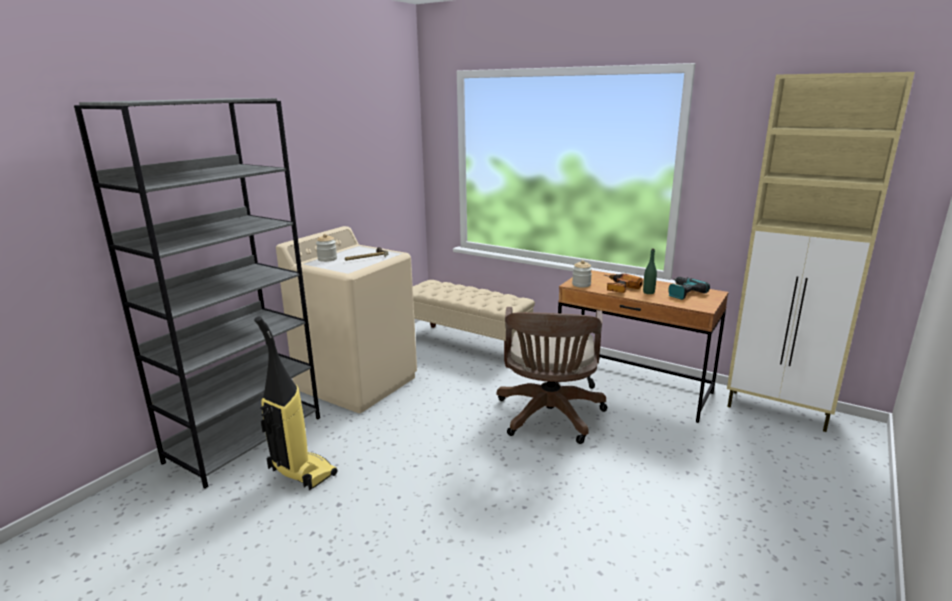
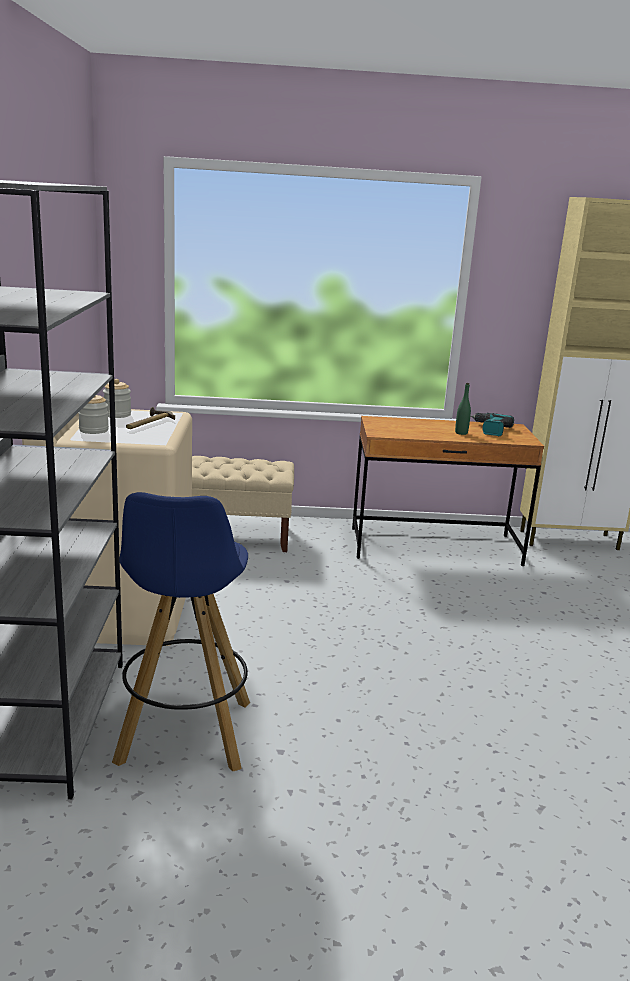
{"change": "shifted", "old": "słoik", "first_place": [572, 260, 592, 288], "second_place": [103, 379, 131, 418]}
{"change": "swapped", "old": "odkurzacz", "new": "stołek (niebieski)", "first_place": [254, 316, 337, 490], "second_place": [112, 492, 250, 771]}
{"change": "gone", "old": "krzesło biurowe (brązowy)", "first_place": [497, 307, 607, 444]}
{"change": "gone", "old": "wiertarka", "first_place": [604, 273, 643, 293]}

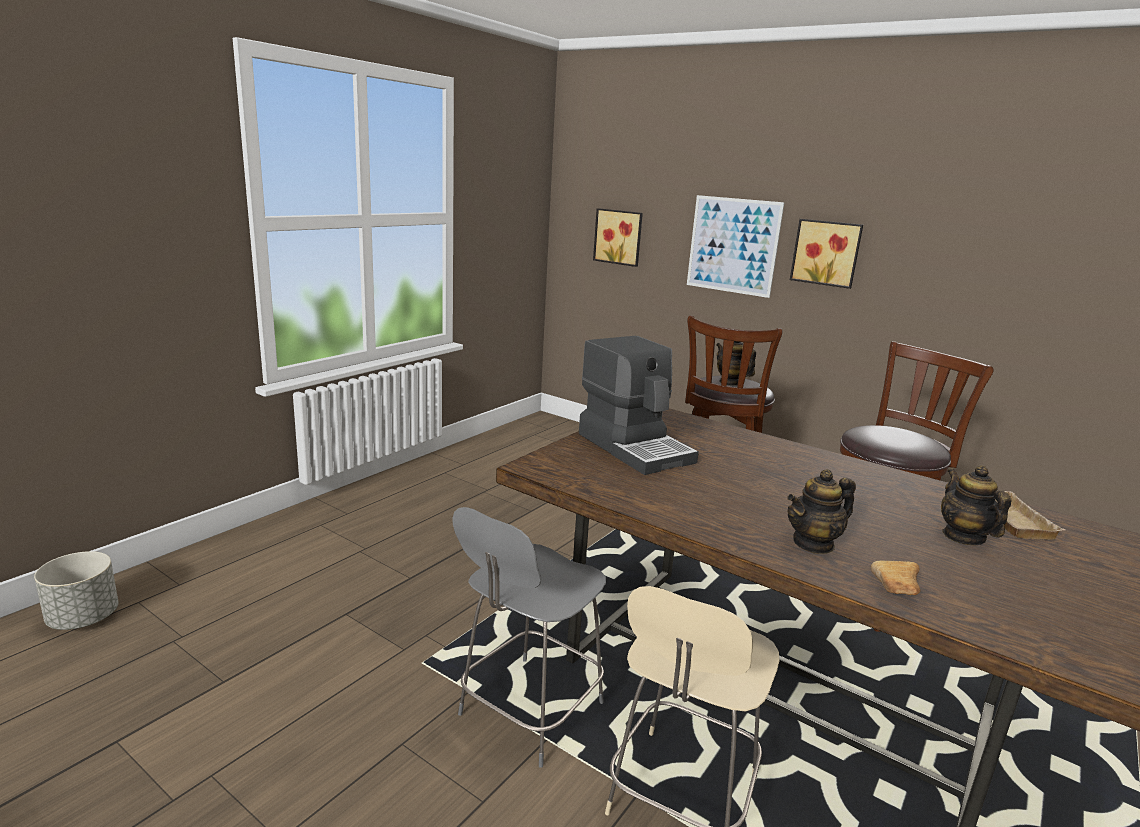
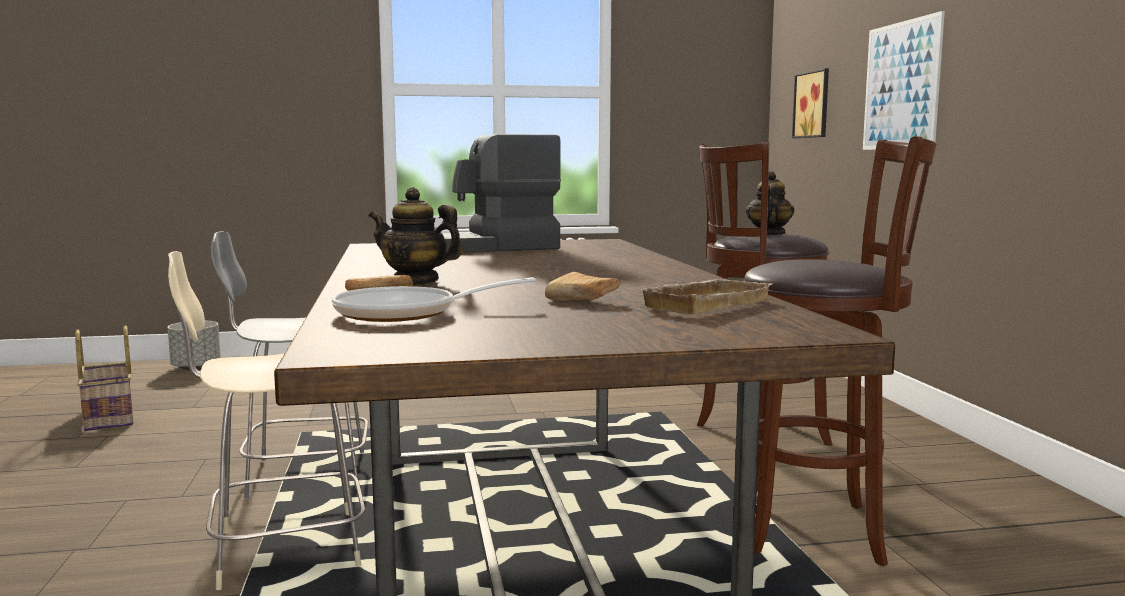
{"change": "new", "new": "koszyk", "second_place": [75, 326, 133, 431]}
{"change": "new", "new": "patelnia", "second_place": [332, 277, 536, 322]}
{"change": "rotated", "old": "ekspres do kawy", "first_place": [579, 336, 699, 475], "second_place": [441, 134, 561, 253], "degrees": 60}
{"change": "swapped", "old": "imbryk", "new": "chleb", "first_place": [941, 465, 1011, 545], "second_place": [545, 272, 620, 301]}
{"change": "gone", "old": "obraz", "first_place": [790, 219, 863, 289]}

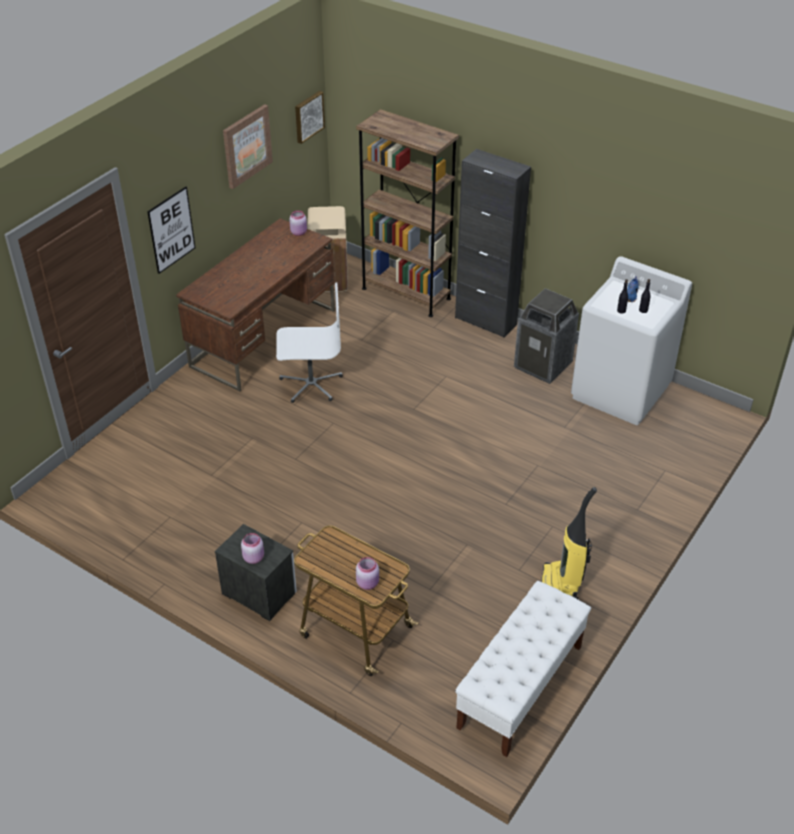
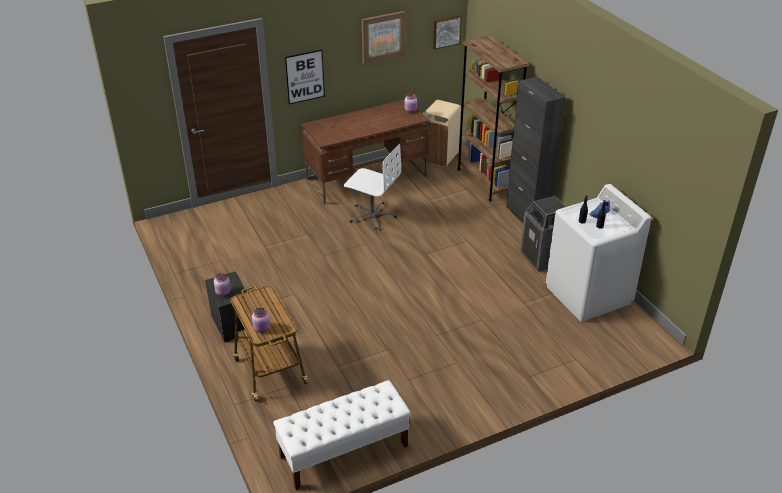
{"change": "gone", "old": "odkurzacz", "first_place": [541, 487, 597, 599]}

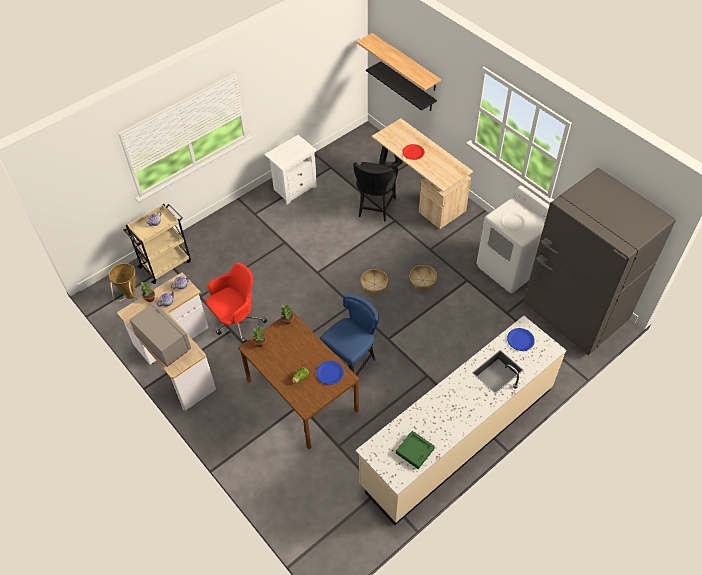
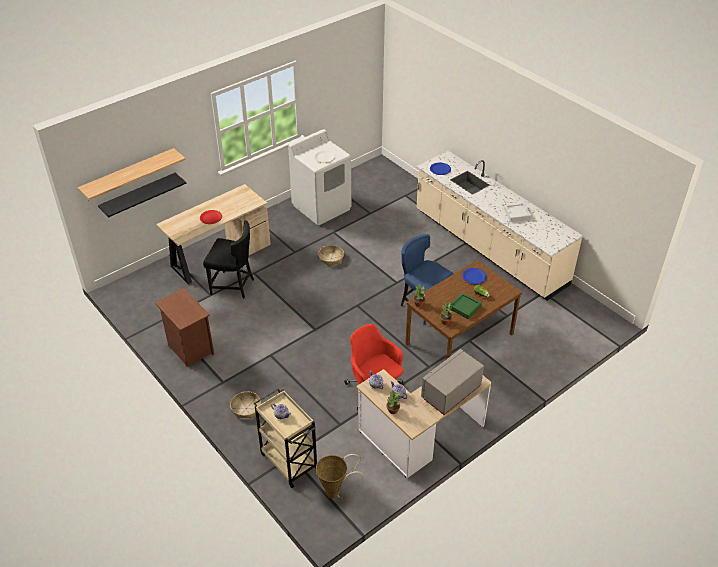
{"change": "repainted", "old": "szafka nocna (biały)", "new": "szafka nocna (brązowy)", "first_place": [264, 135, 317, 204], "second_place": [155, 288, 214, 367]}
{"change": "shifted", "old": "koszyk", "first_place": [361, 269, 388, 295], "second_place": [230, 392, 261, 418]}
{"change": "shifted", "old": "taca (zielony)", "first_place": [396, 431, 435, 469], "second_place": [450, 293, 482, 319]}
{"change": "new", "new": "taca (szary)", "second_place": [504, 203, 532, 222]}
{"change": "gone", "old": "lodówka (szary)", "first_place": [523, 168, 676, 355]}

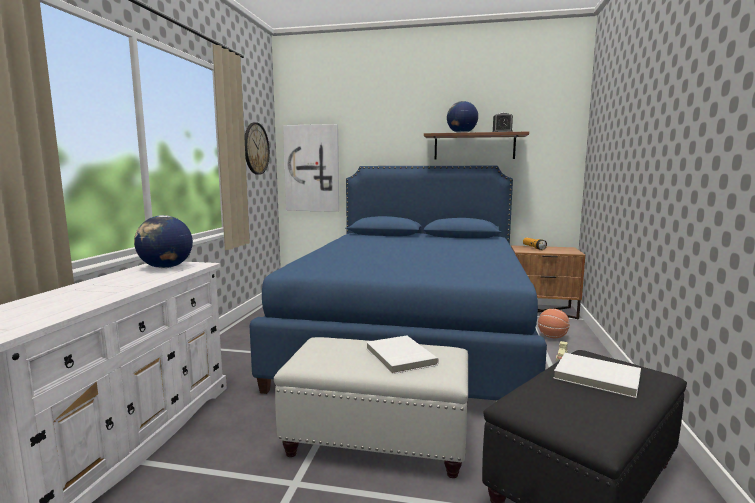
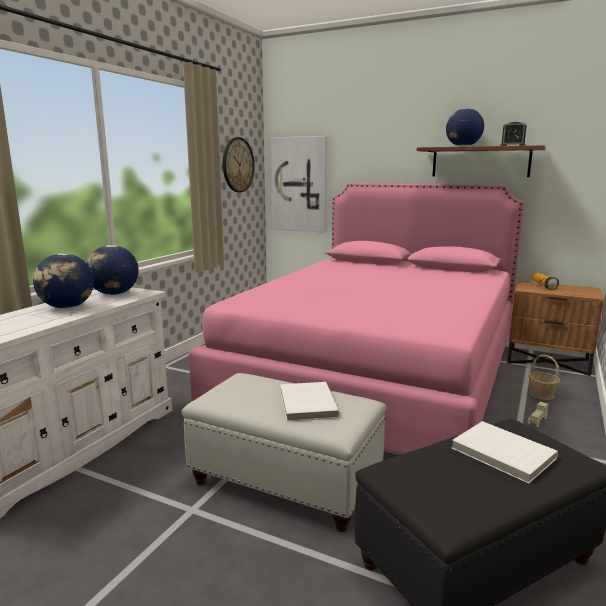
{"change": "new", "new": "globus", "second_place": [33, 253, 94, 308]}
{"change": "repainted", "old": "łóżko (niebieski)", "new": "łóżko (różowy)", "first_place": [250, 166, 547, 401], "second_place": [189, 183, 524, 455]}
{"change": "swapped", "old": "piłka do koszykówki", "new": "koszyk", "first_place": [538, 309, 570, 338], "second_place": [528, 355, 560, 400]}

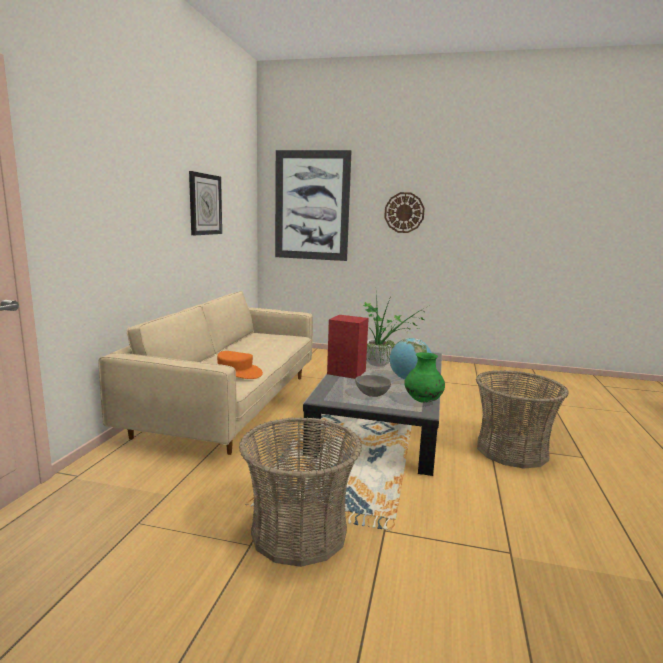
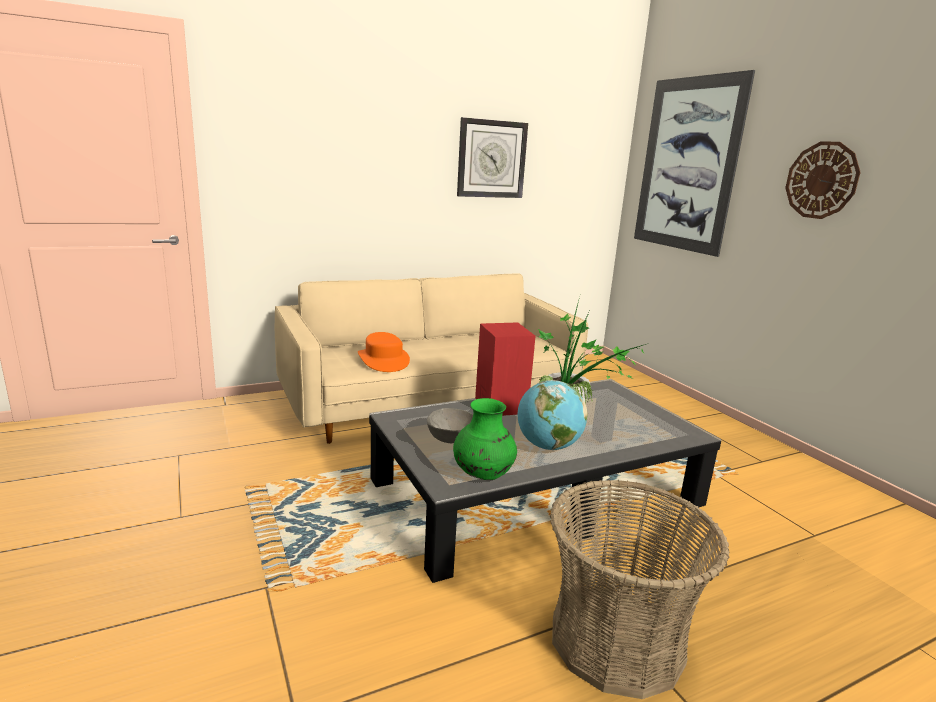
{"change": "gone", "old": "koszyk", "first_place": [239, 417, 362, 567]}

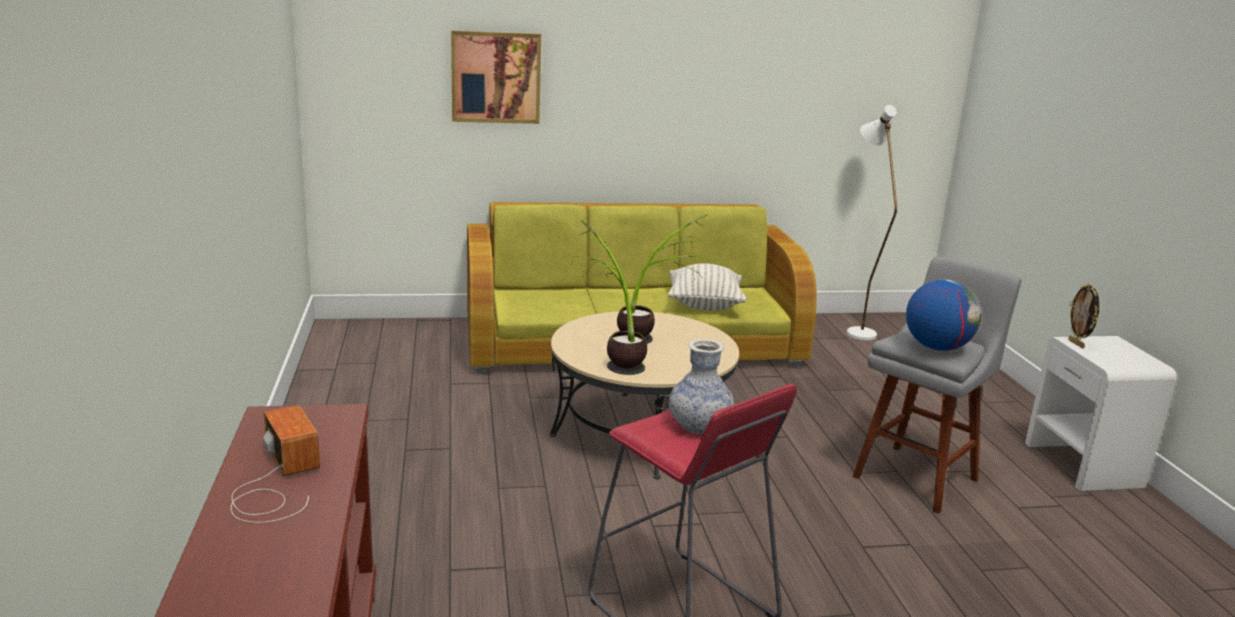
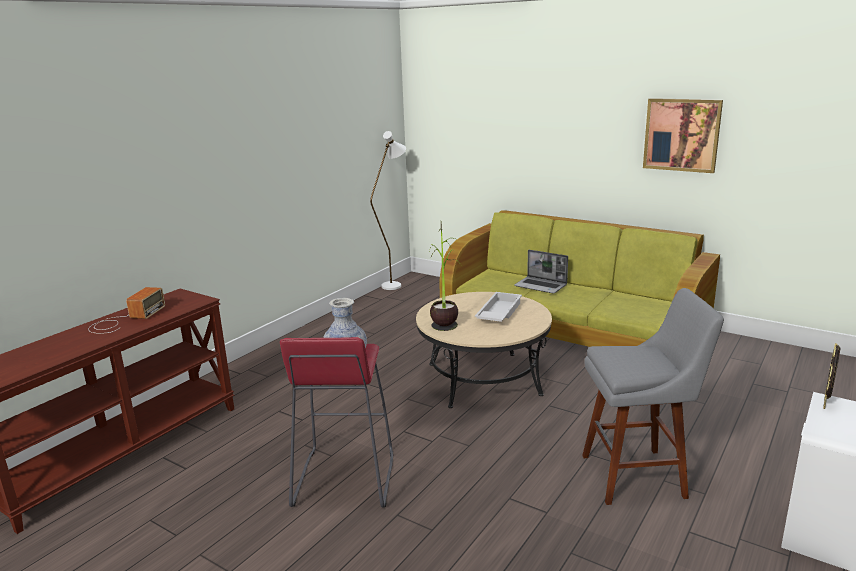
{"change": "shifted", "old": "lampa stojąca (biały)", "first_place": [847, 105, 897, 341], "second_place": [370, 131, 406, 290]}
{"change": "swapped", "old": "roślina doniczkowa", "new": "taca (biały)", "first_place": [617, 214, 713, 344], "second_place": [475, 292, 522, 322]}
{"change": "new", "new": "laptop", "second_place": [514, 250, 568, 294]}
{"change": "shifted", "old": "obraz", "first_place": [451, 30, 541, 124], "second_place": [643, 98, 723, 173]}
{"change": "gone", "old": "poduszka", "first_place": [668, 263, 747, 311]}
{"change": "gone", "old": "globus", "first_place": [906, 279, 981, 351]}

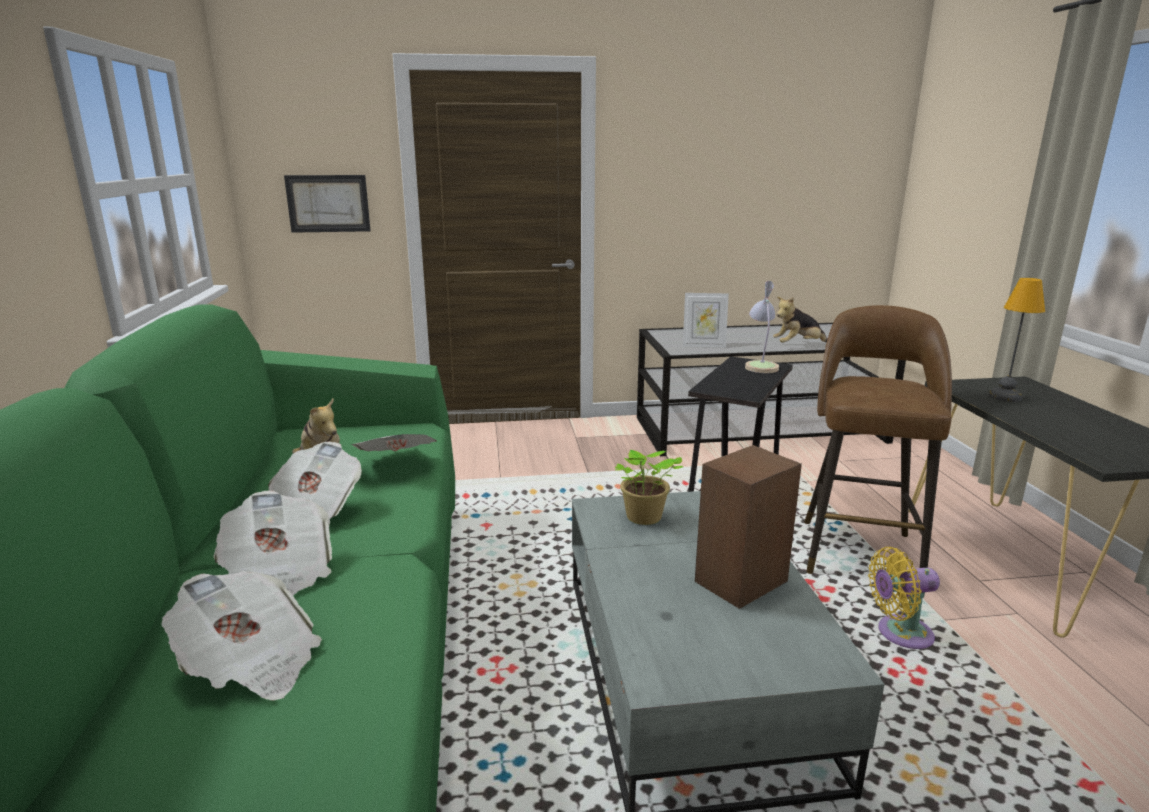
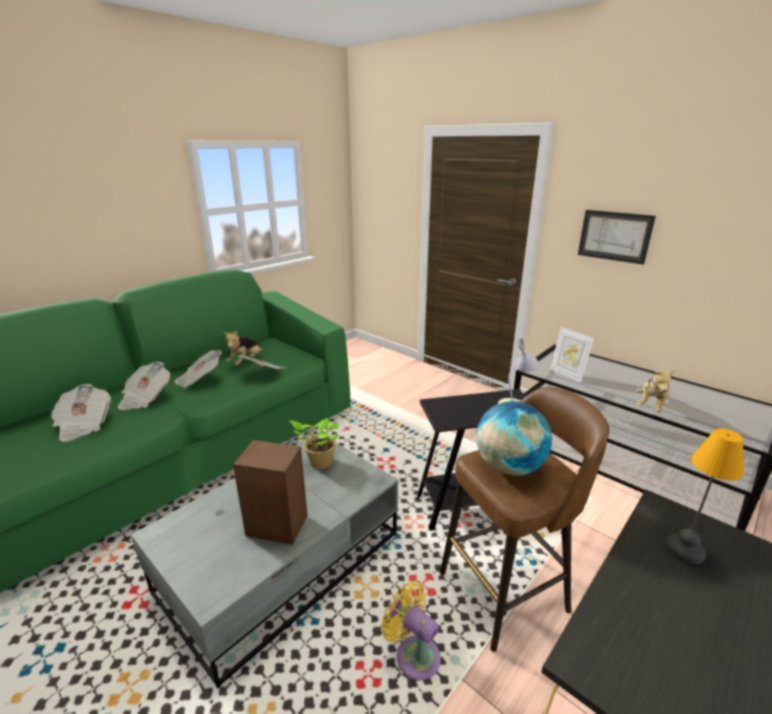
{"change": "new", "new": "globus", "second_place": [476, 401, 552, 476]}
{"change": "shifted", "old": "obraz", "first_place": [284, 175, 371, 233], "second_place": [578, 210, 656, 265]}
{"change": "rotated", "old": "pluszak", "first_place": [773, 297, 827, 343], "second_place": [636, 370, 675, 413], "degrees": -90}

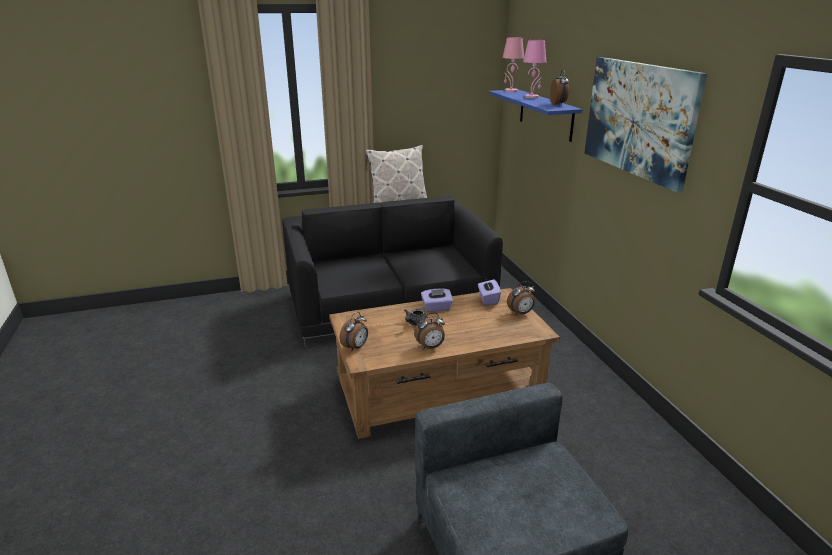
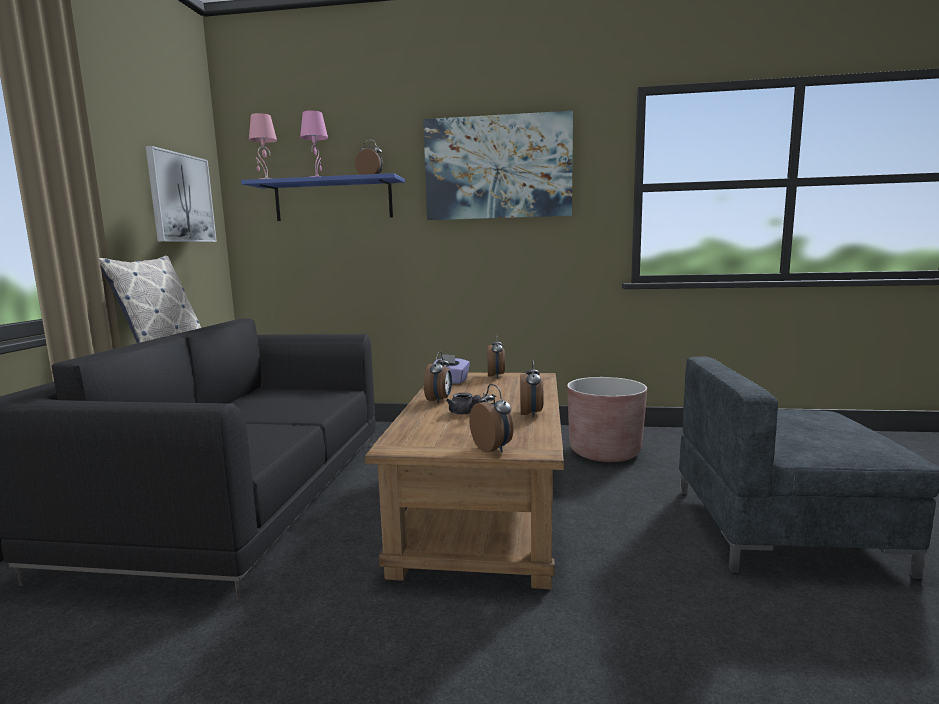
{"change": "new", "new": "obraz", "second_place": [146, 146, 217, 242]}
{"change": "swapped", "old": "pudełko chusteczek (fioletowy)", "new": "budzik", "first_place": [421, 289, 453, 312], "second_place": [424, 351, 452, 403]}
{"change": "new", "new": "donica (brązowy)", "second_place": [567, 377, 647, 462]}

